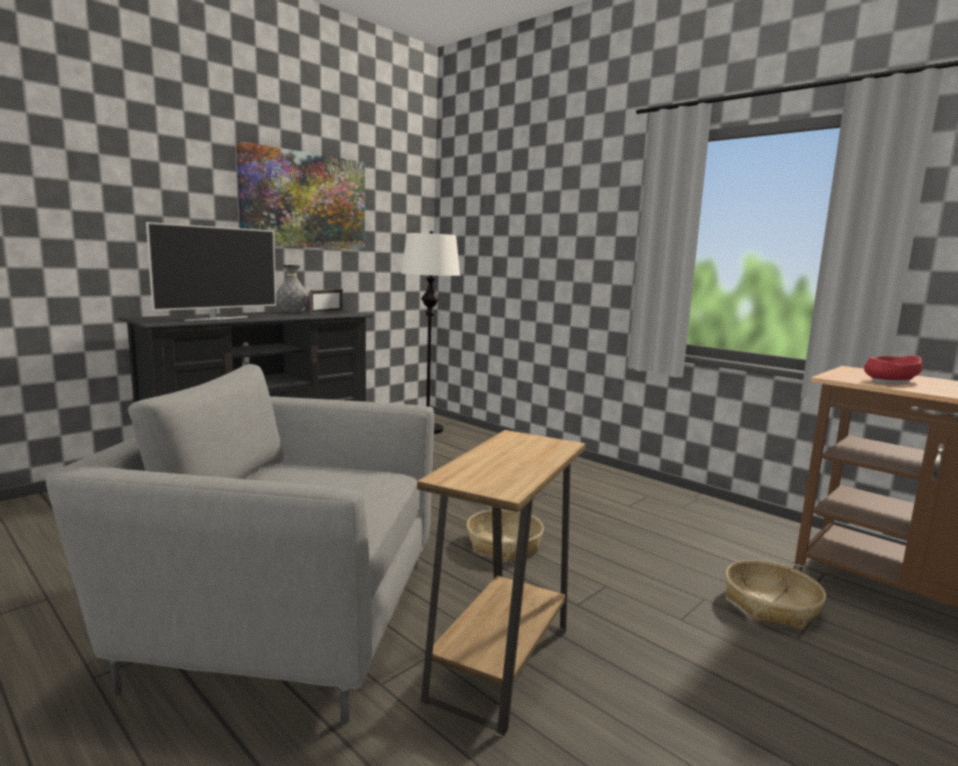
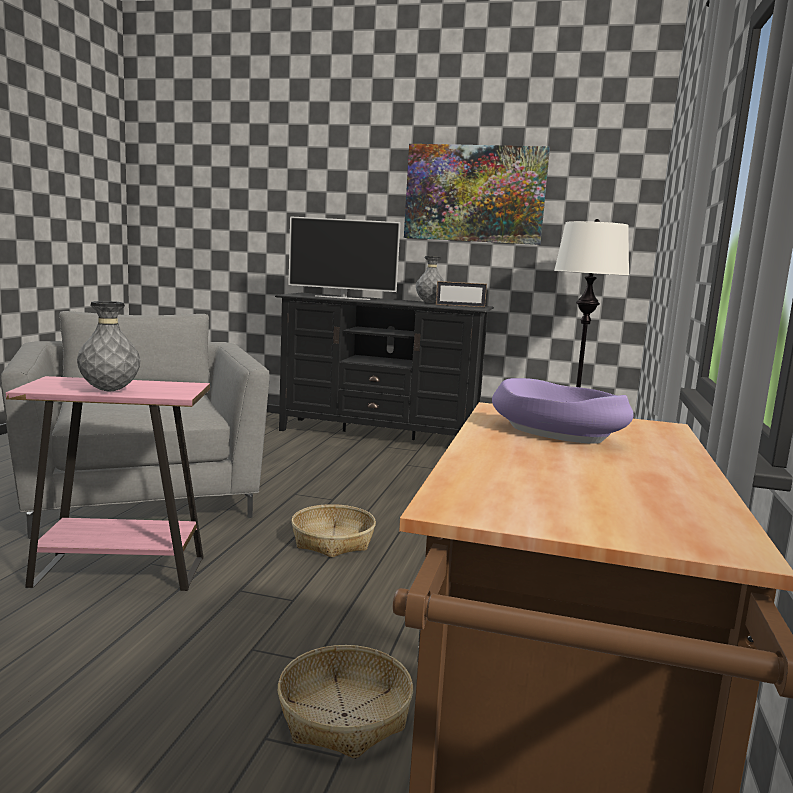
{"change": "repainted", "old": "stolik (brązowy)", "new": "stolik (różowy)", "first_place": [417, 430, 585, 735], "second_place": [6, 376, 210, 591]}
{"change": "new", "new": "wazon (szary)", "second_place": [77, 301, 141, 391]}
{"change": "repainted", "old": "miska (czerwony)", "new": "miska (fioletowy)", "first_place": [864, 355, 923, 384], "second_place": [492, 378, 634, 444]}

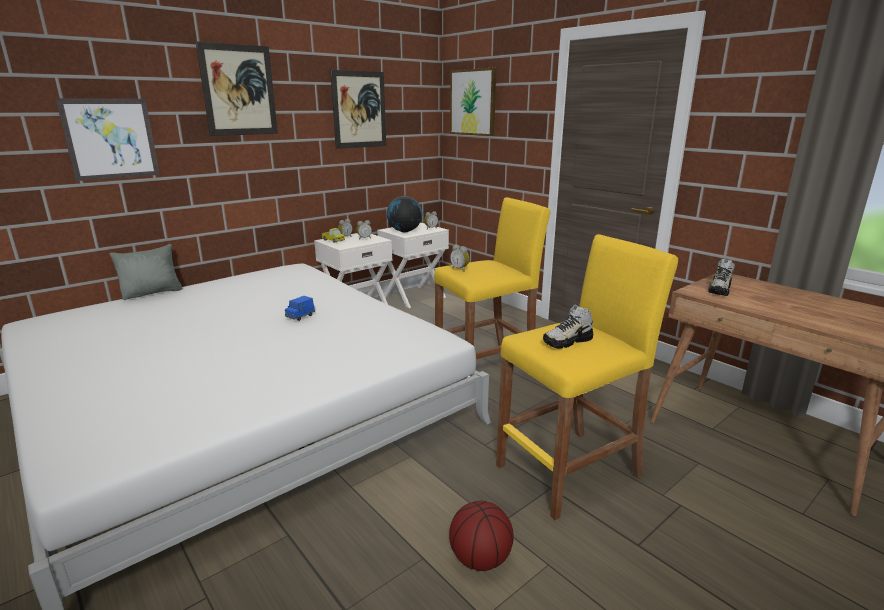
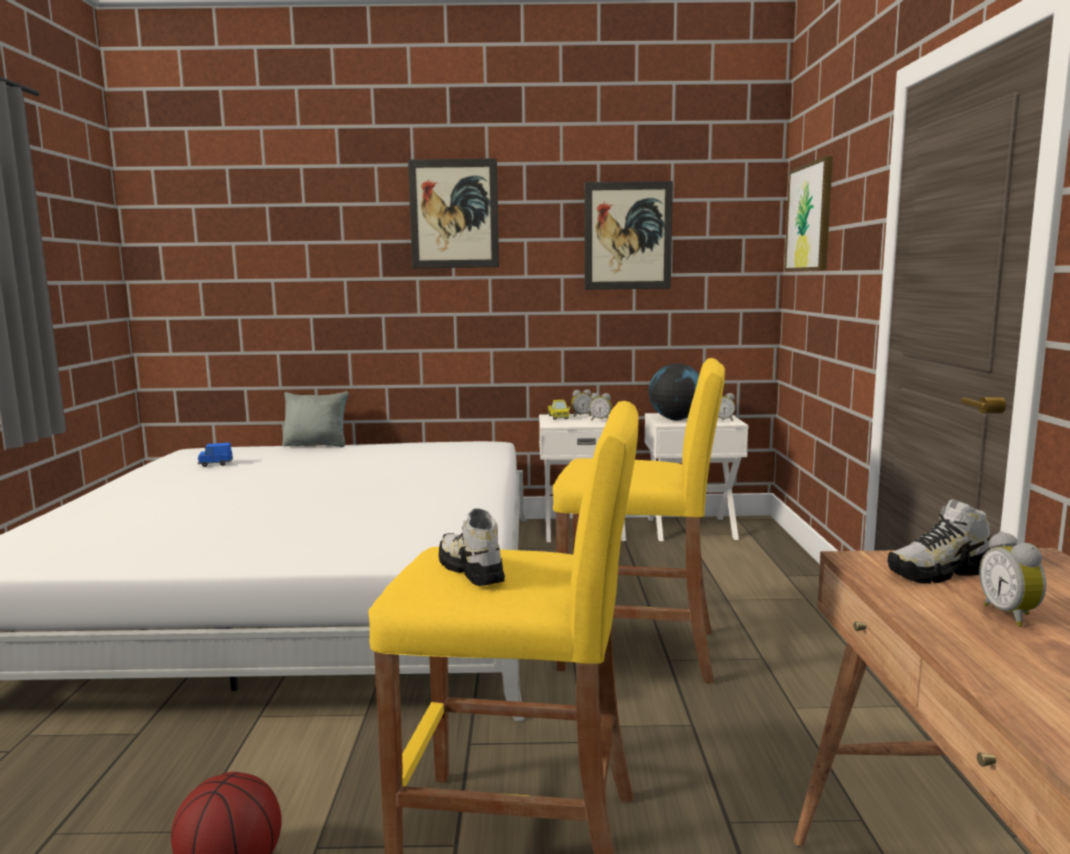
{"change": "shifted", "old": "samochodzik (niebieski)", "first_place": [285, 296, 315, 321], "second_place": [198, 443, 233, 467]}
{"change": "rotated", "old": "but", "first_place": [543, 304, 593, 349], "second_place": [439, 508, 505, 586], "degrees": 45}
{"change": "shifted", "old": "budzik", "first_place": [450, 245, 469, 272], "second_place": [979, 531, 1046, 627]}
{"change": "gone", "old": "obraz", "first_place": [56, 98, 160, 181]}

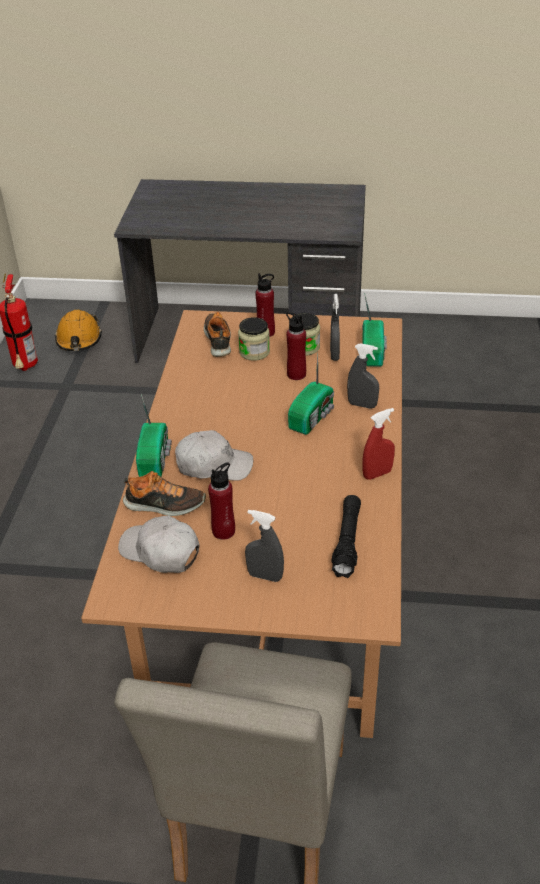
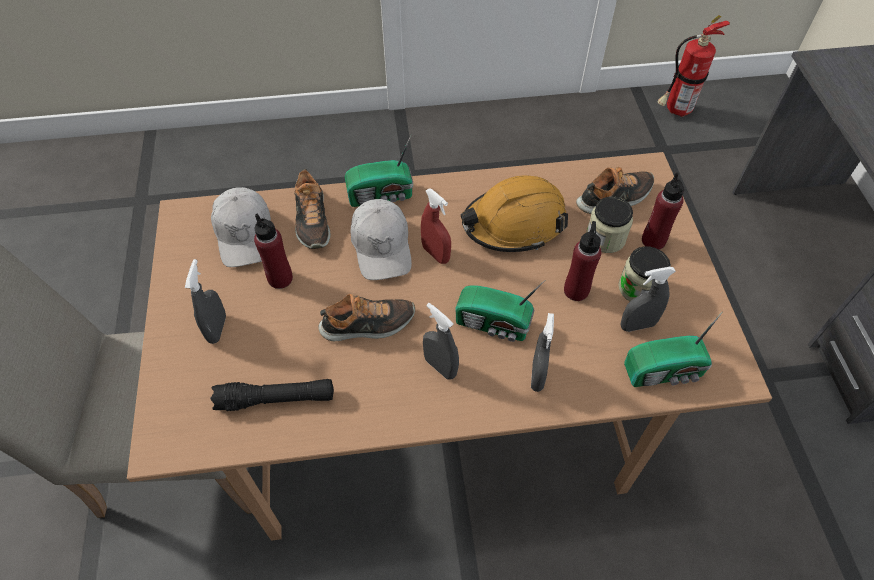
{"change": "rotated", "old": "czapka z daszkiem (biały)", "first_place": [118, 515, 199, 573], "second_place": [211, 187, 271, 267], "degrees": 150}
{"change": "new", "new": "but", "second_place": [318, 294, 415, 341]}
{"change": "shifted", "old": "spryskiwacz (czerwony)", "first_place": [362, 408, 395, 480], "second_place": [421, 188, 451, 264]}
{"change": "new", "new": "spryskiwacz (szary)", "second_place": [423, 303, 459, 380]}
{"change": "shifted", "old": "kask (pomarańczowy)", "first_place": [55, 310, 102, 351], "second_place": [461, 175, 568, 252]}

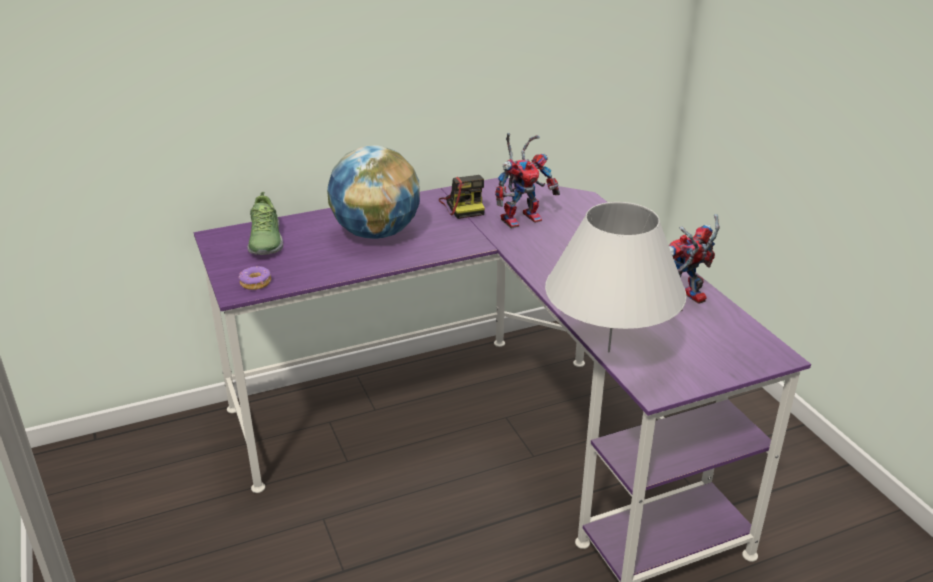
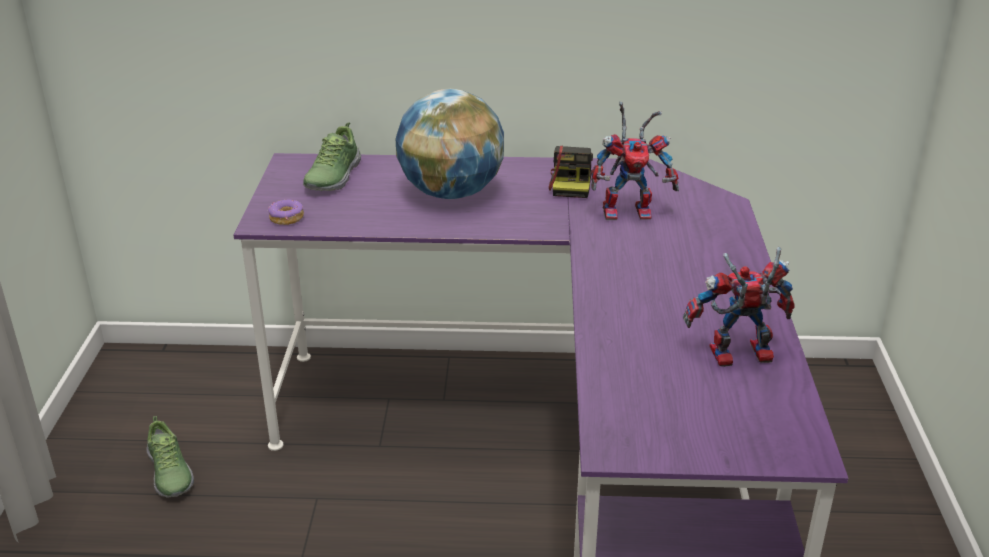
{"change": "new", "new": "but", "second_place": [146, 416, 194, 498]}
{"change": "gone", "old": "lampa stołowa (biały)", "first_place": [545, 202, 687, 352]}

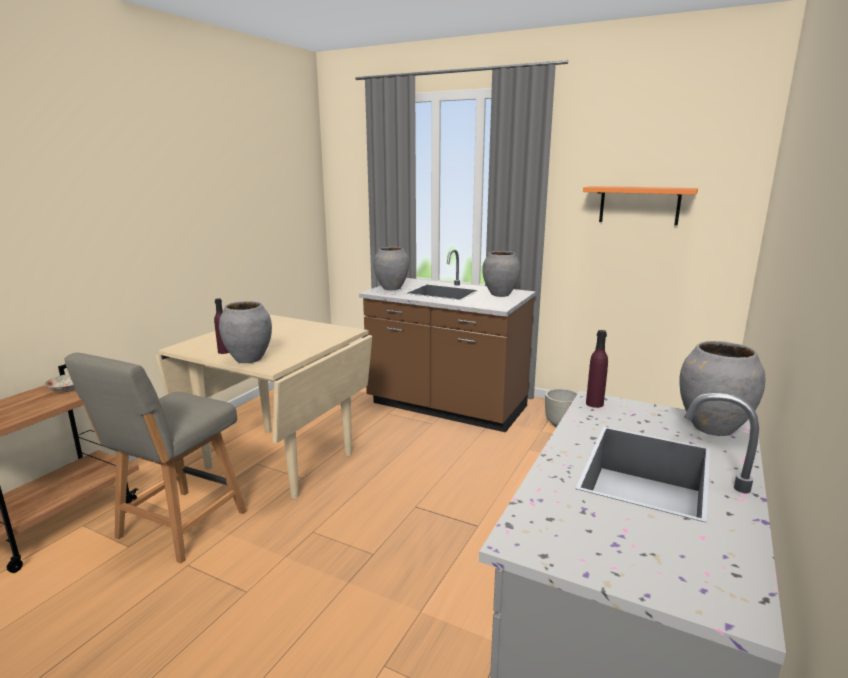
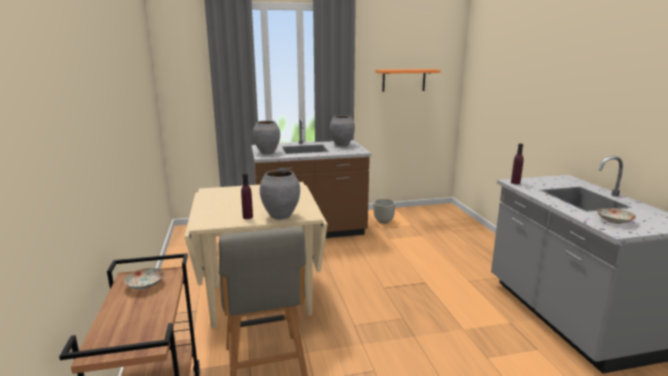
{"change": "new", "new": "talerz", "second_place": [597, 208, 636, 224]}
{"change": "gone", "old": "wazon (szary)", "first_place": [679, 341, 765, 436]}

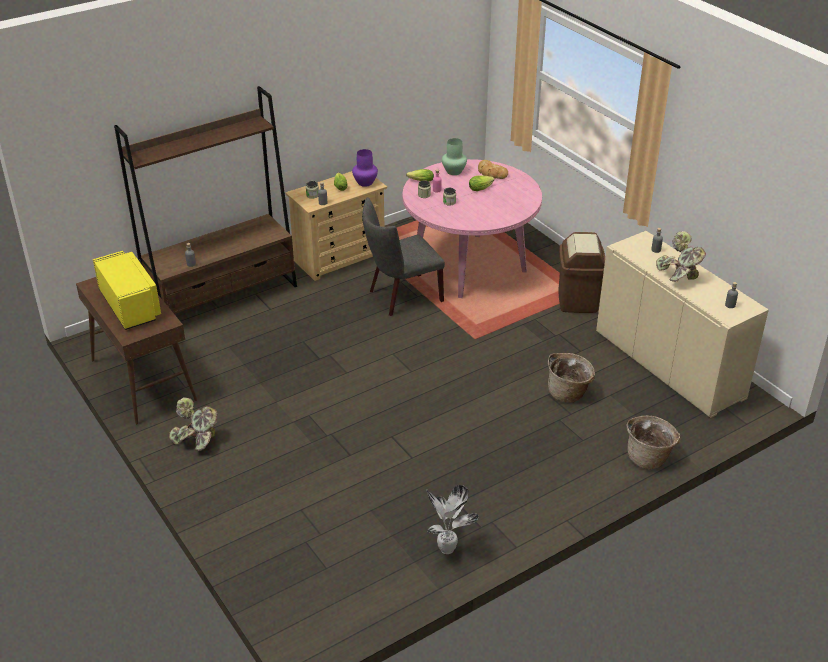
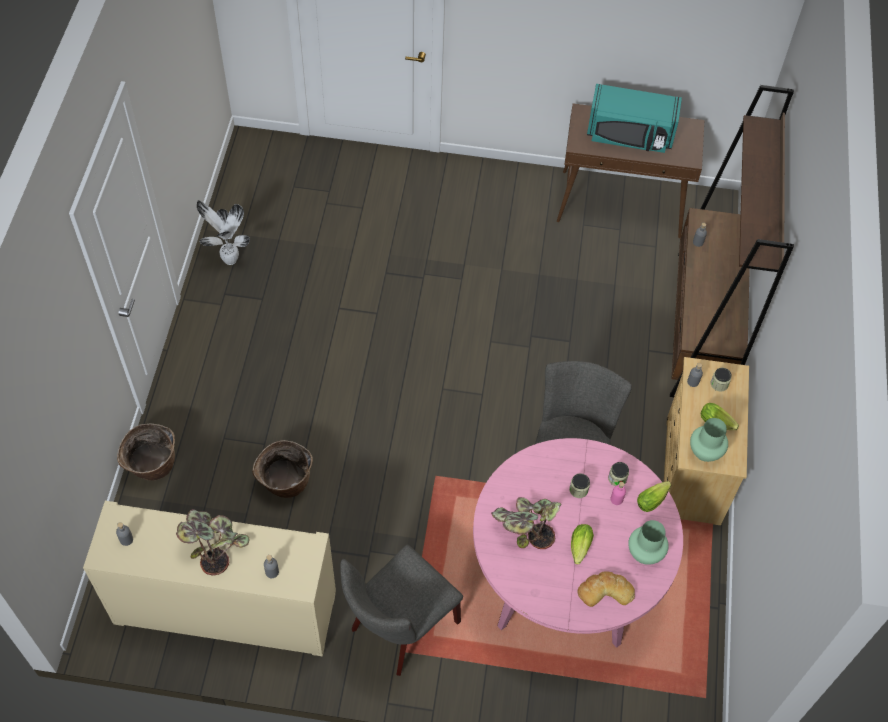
{"change": "swapped", "old": "kosz na śmieci (brązowy)", "new": "krzesło (szary)", "first_place": [559, 232, 605, 313], "second_place": [340, 544, 463, 676]}
{"change": "shifted", "old": "roślina doniczkowa", "first_place": [169, 397, 217, 451], "second_place": [491, 497, 562, 549]}
{"change": "repainted", "old": "mikrofalówka (żółty)", "new": "mikrofalówka (turkusowy)", "first_place": [93, 251, 161, 330], "second_place": [587, 84, 682, 153]}
{"change": "repainted", "old": "wazon (fioletowy)", "new": "wazon (zielony)", "first_place": [352, 149, 378, 187], "second_place": [690, 418, 728, 462]}

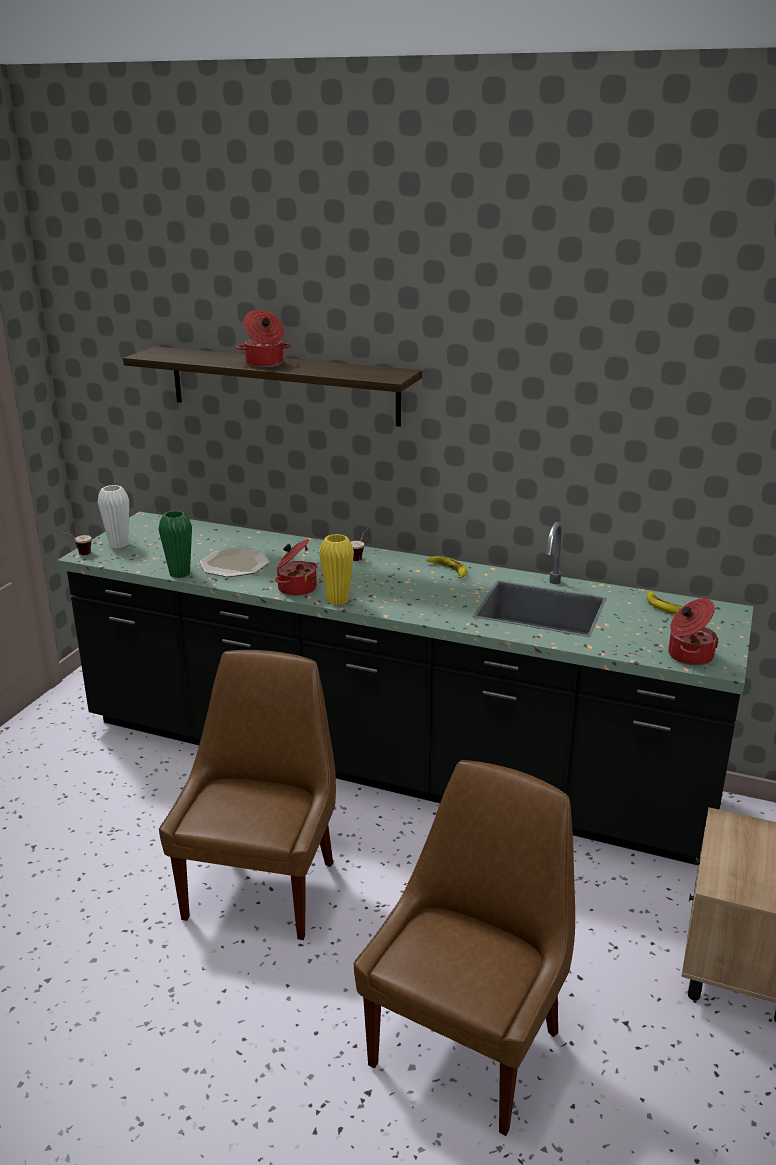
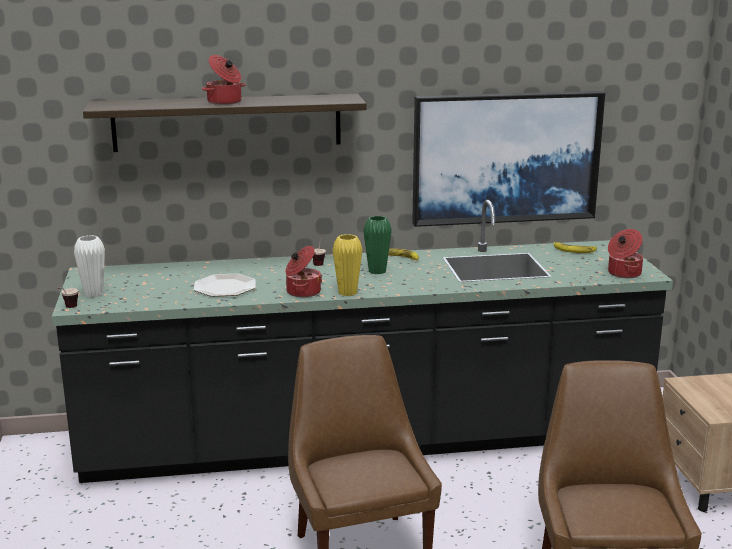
{"change": "shifted", "old": "wazon (zielony)", "first_place": [158, 511, 192, 578], "second_place": [363, 216, 392, 274]}
{"change": "new", "new": "obraz", "second_place": [412, 91, 605, 227]}

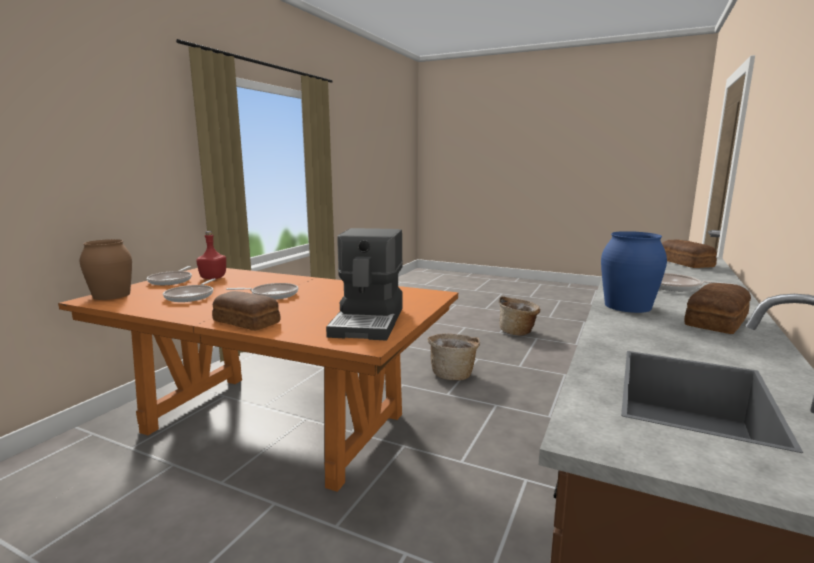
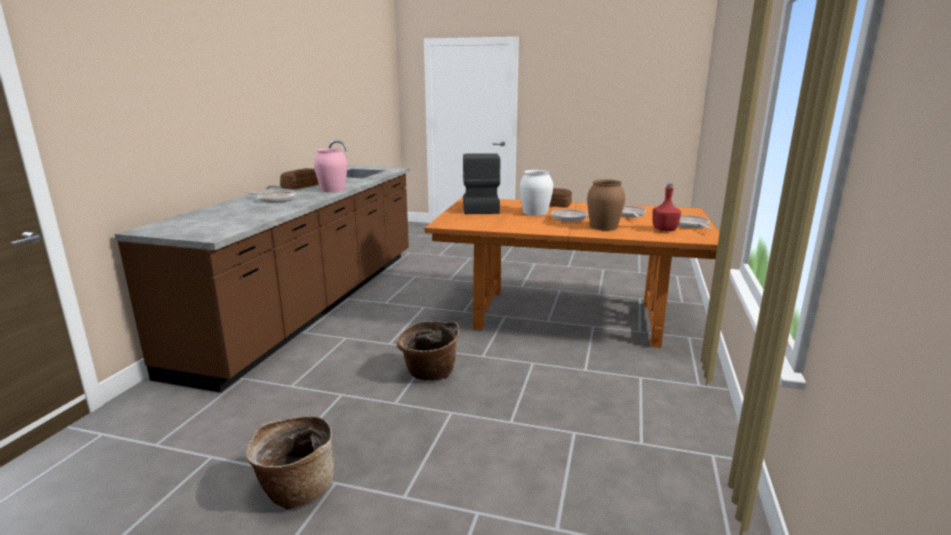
{"change": "repainted", "old": "wazon (niebieski)", "new": "wazon (różowy)", "first_place": [601, 231, 667, 313], "second_place": [314, 148, 347, 192]}
{"change": "new", "new": "wazon (biały)", "second_place": [520, 170, 553, 216]}
{"change": "shifted", "old": "wazon (brązowy)", "first_place": [80, 239, 132, 300], "second_place": [587, 179, 625, 230]}
{"change": "gone", "old": "chleb", "first_place": [662, 240, 717, 268]}

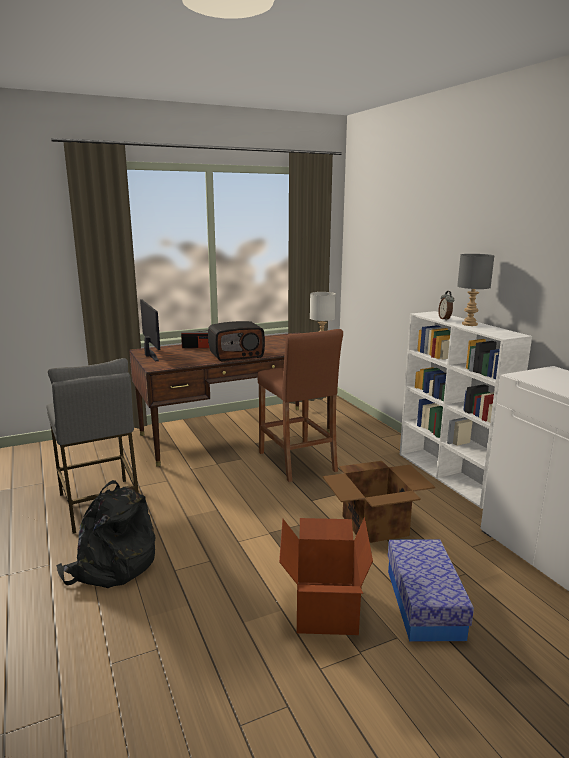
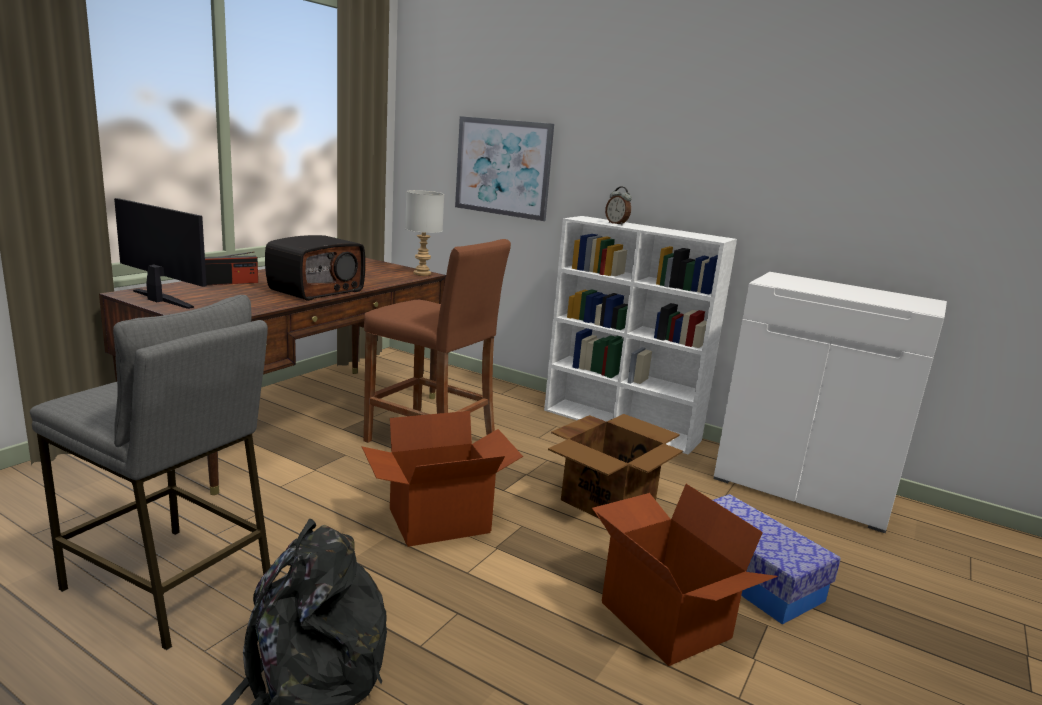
{"change": "new", "new": "karton", "second_place": [362, 411, 523, 547]}
{"change": "new", "new": "obraz", "second_place": [455, 116, 554, 221]}
{"change": "gone", "old": "lampa stołowa (szary)", "first_place": [457, 254, 495, 326]}

